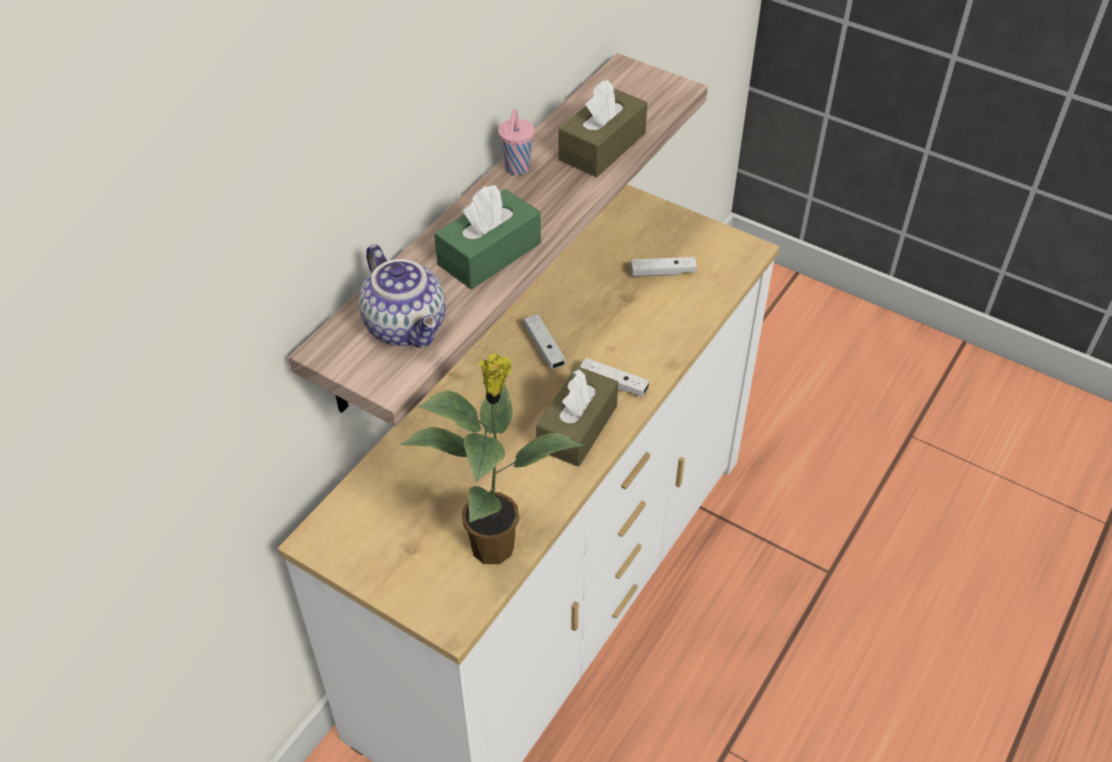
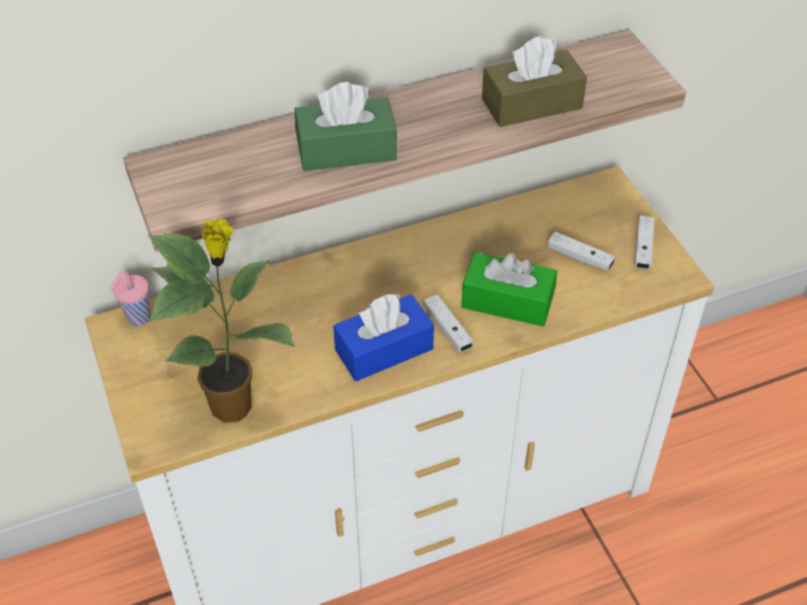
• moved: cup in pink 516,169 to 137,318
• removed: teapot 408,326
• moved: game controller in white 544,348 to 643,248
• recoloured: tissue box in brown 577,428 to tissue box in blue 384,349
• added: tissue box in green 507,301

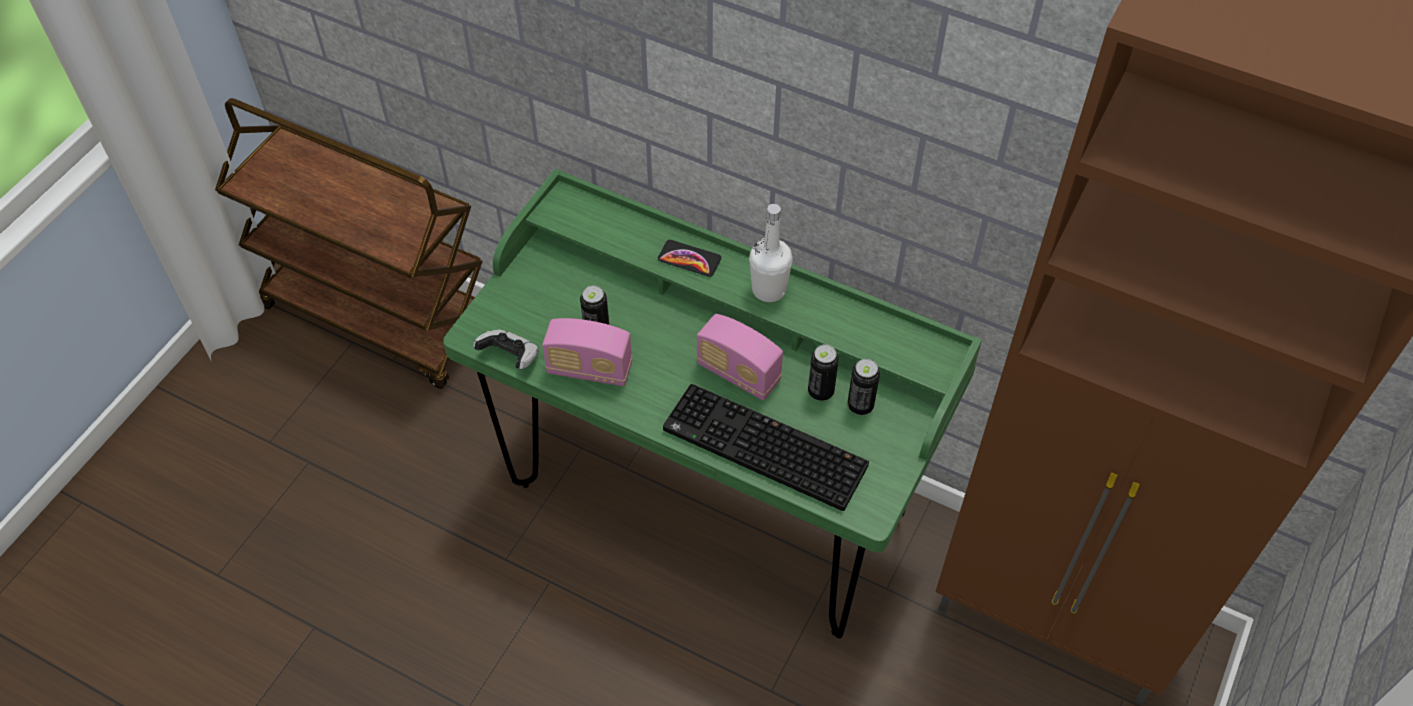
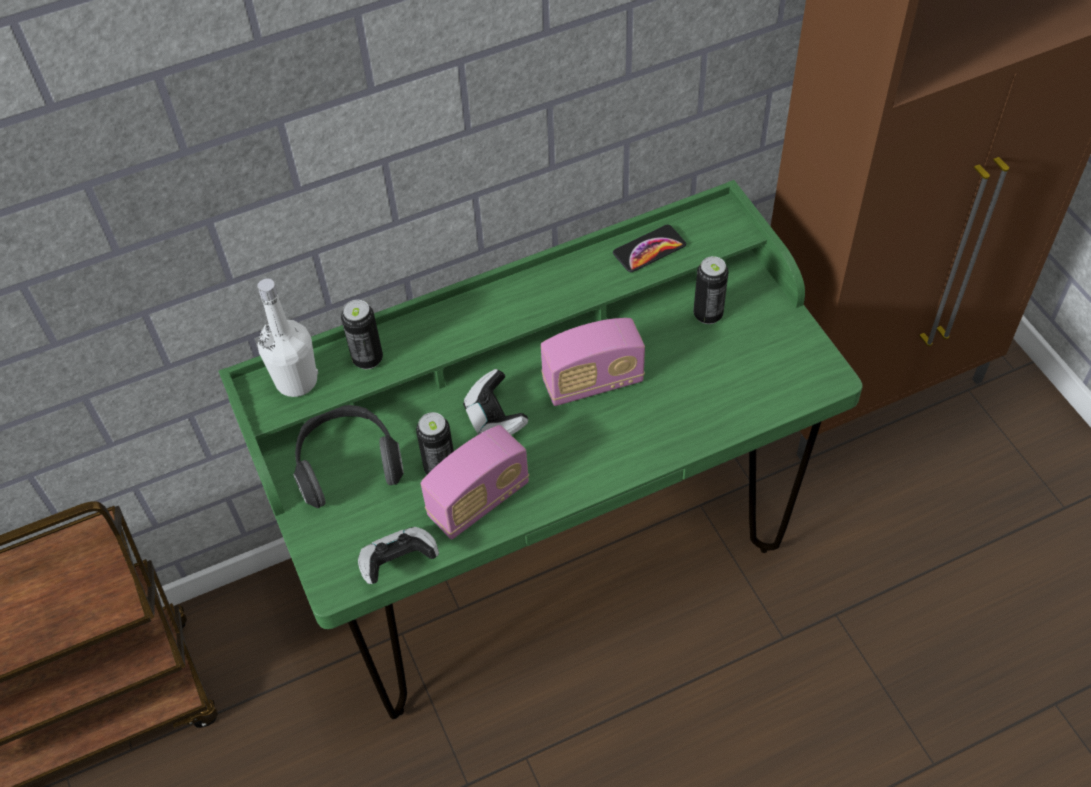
• moved: bottle in white 769,289 to 296,381
• moved: phone 689,259 to 649,249
• moved: can 820,391 to 367,359
• removed: keyboard 761,450
• added: game controller 495,419
• added: headphones 348,465

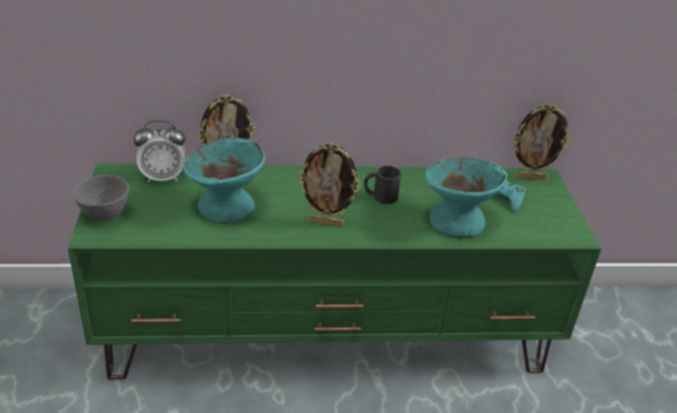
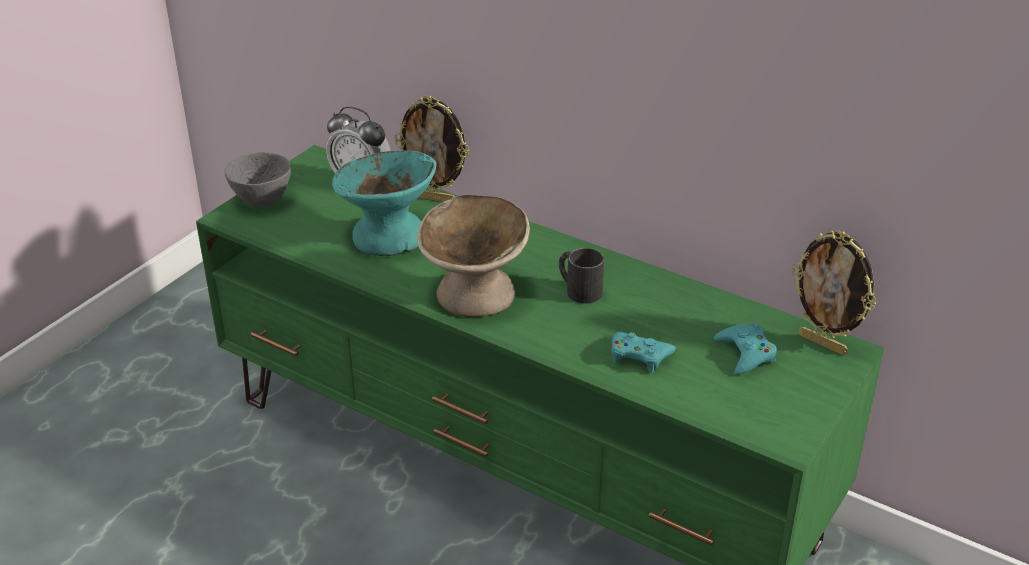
• replaced: picture frame 326,222 to bowl in beige 475,294
• replaced: bowl in turquoise 457,221 to game controller in turquoise 639,355

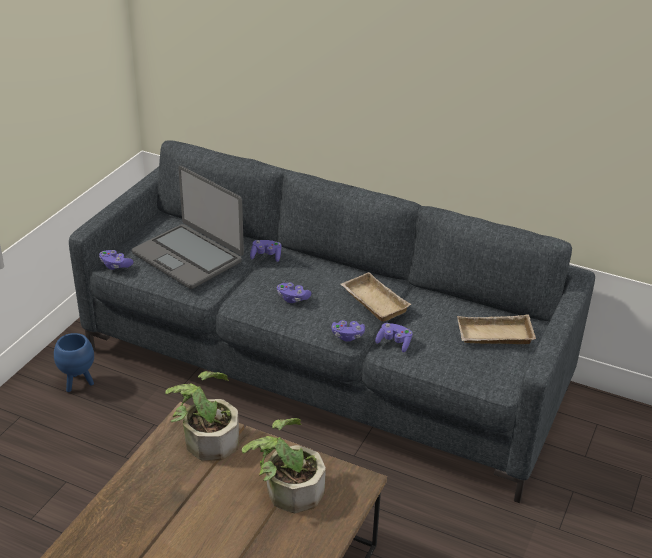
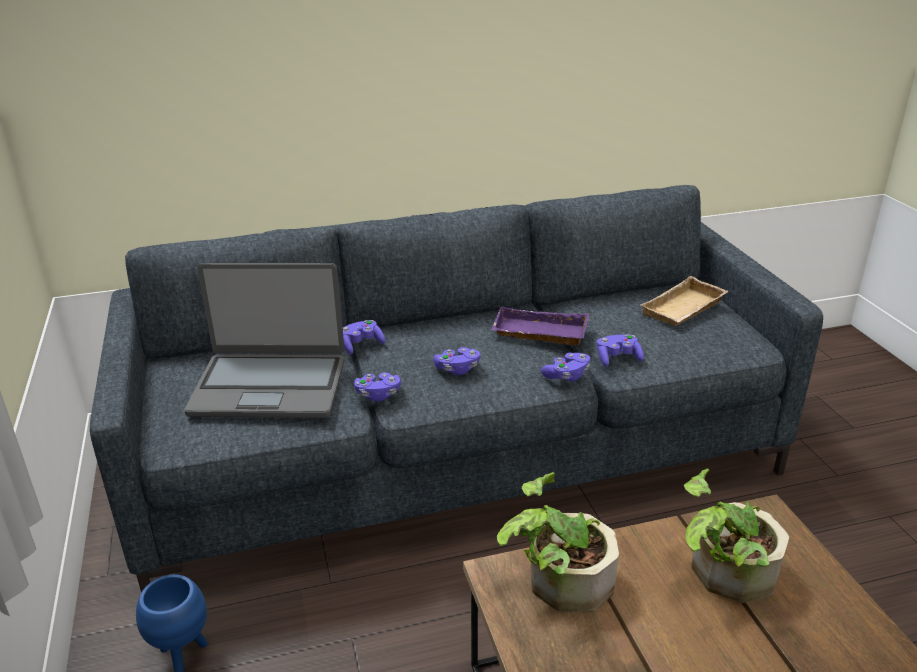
• moved: game controller in purple 115,265 to 378,395
• recoloured: tray in beige 372,302 to tray in purple 538,333

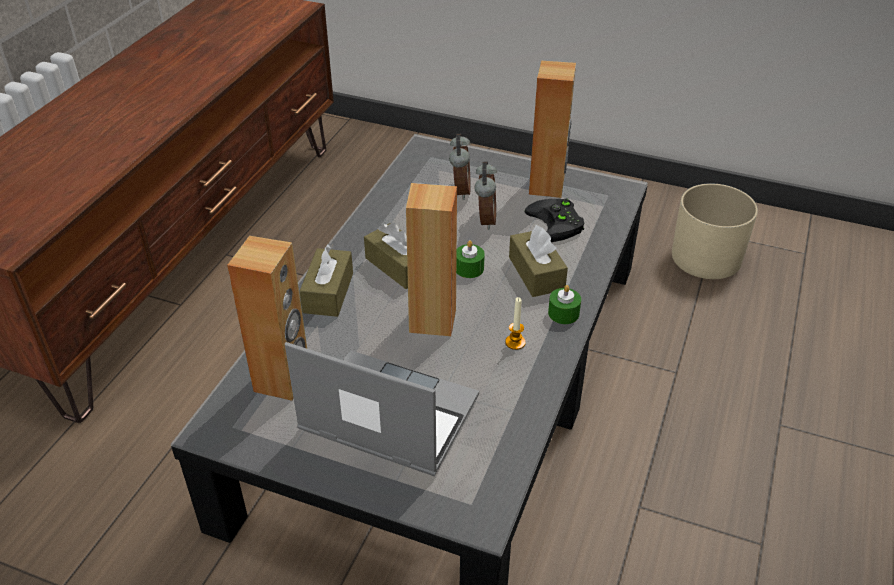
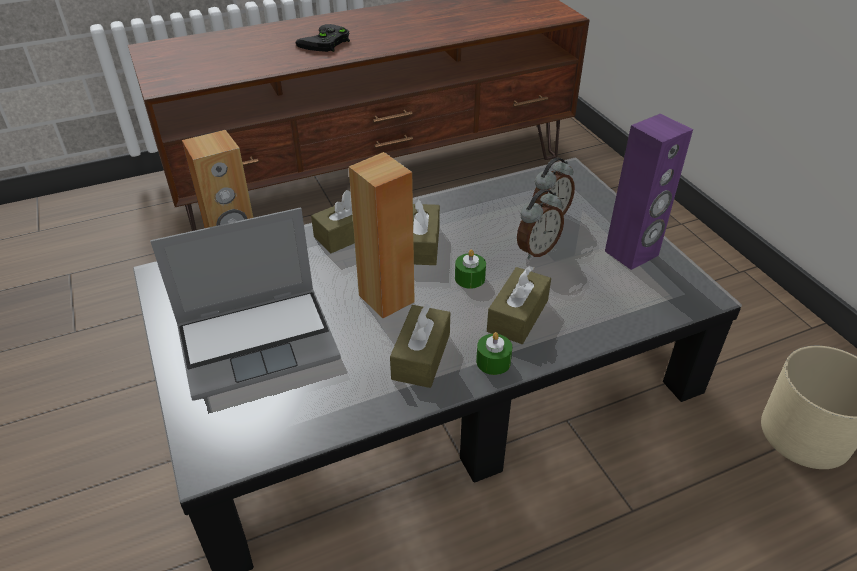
• recoloured: speaker in brown 547,186 to speaker in purple 632,253
• moved: game controller in black 558,224 to 325,43
• replaced: candle 515,342 to tissue box in brown 421,356
• turned: laptop 386,416 = 259,341 90 degrees clockwise

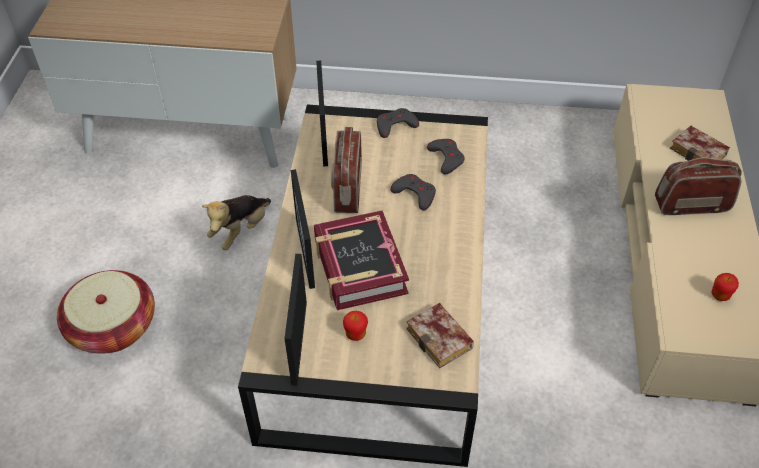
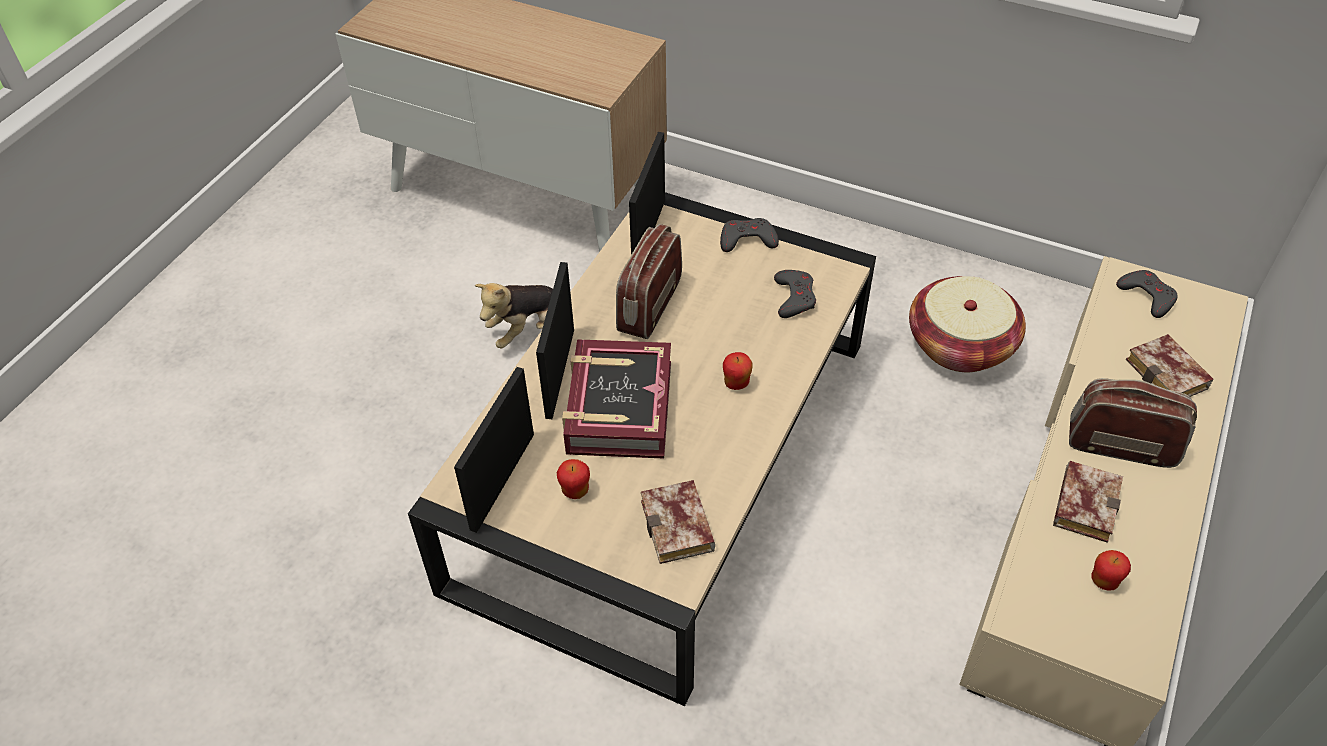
• moved: game controller in grey 414,194 to 1147,296
• moved: basket 113,327 to 960,345
• added: apple 736,384
• added: book 1083,503

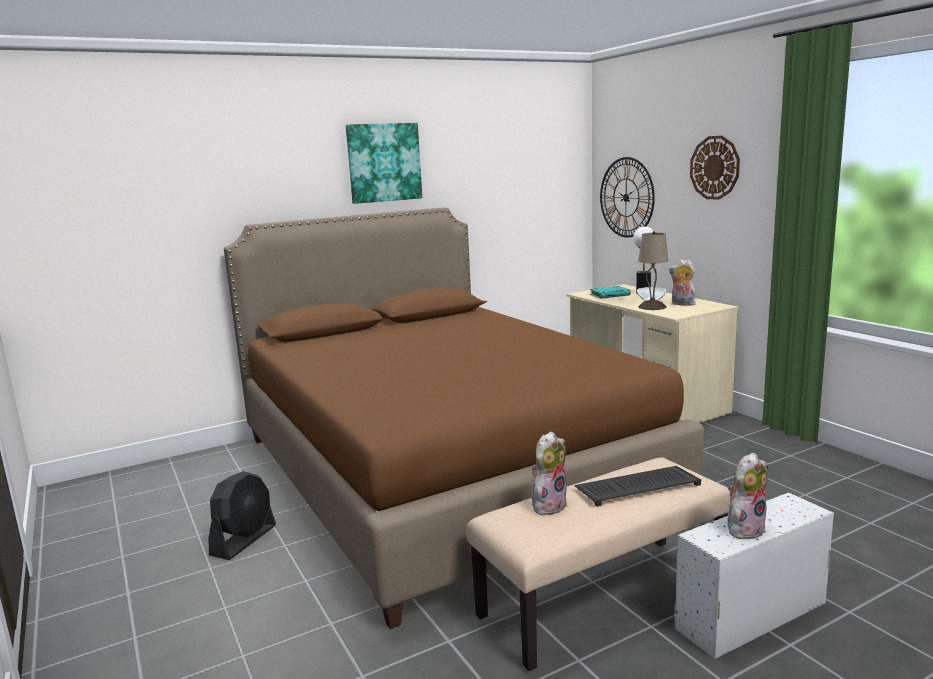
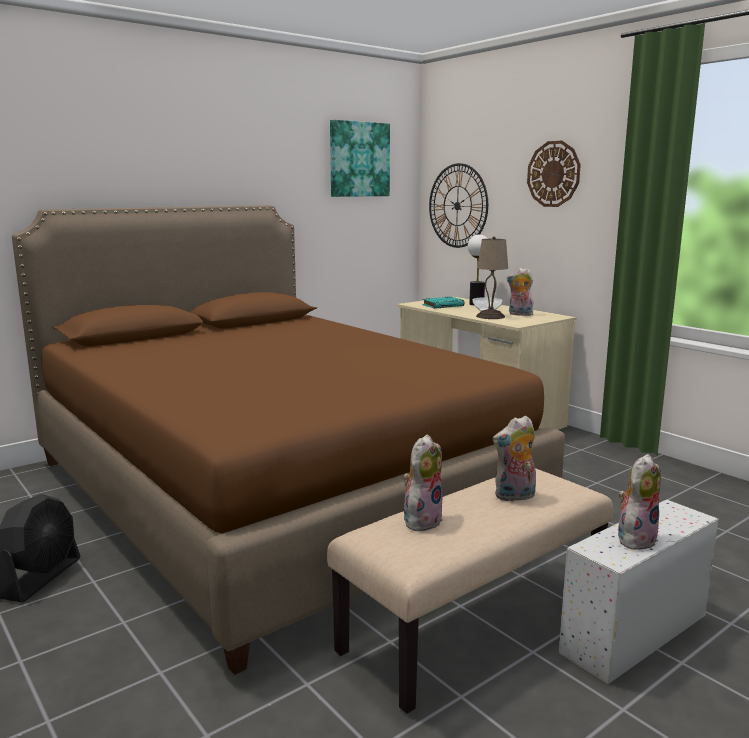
• moved: picture 384,162 to 359,159
• replaced: keyboard 638,486 to plush toy 515,496

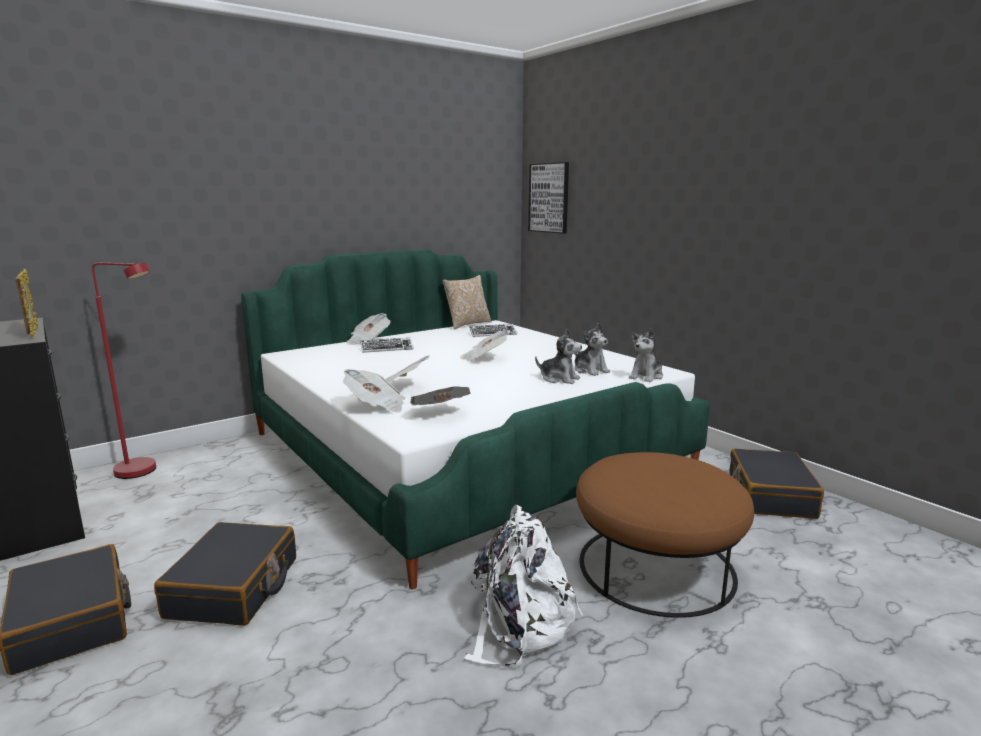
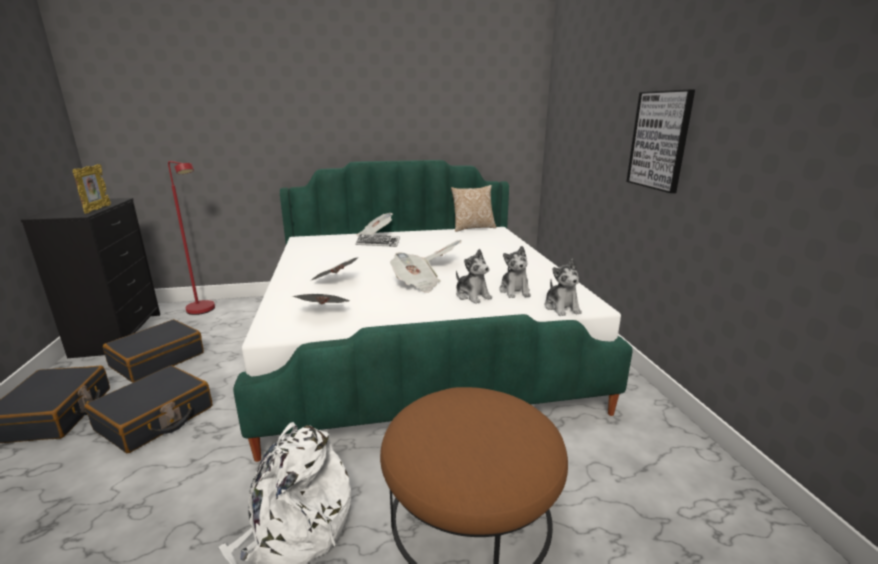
• moved: picture 549,198 to 659,140
• removed: keyboard 493,333
• turned: plush toy 646,376 = 561,307 75 degrees counterclockwise
• moved: newspaper 376,406 to 416,284
• moved: suitcase in black 769,495 to 157,359

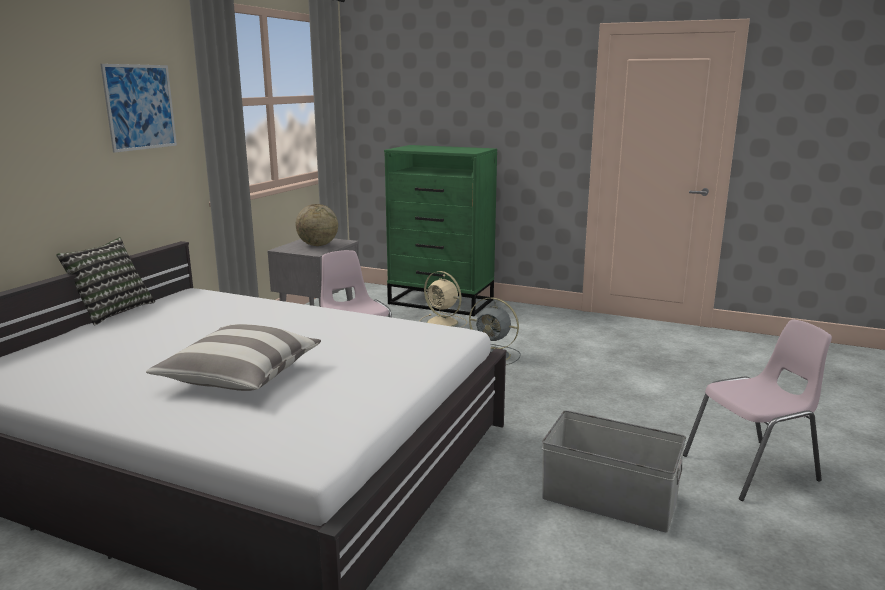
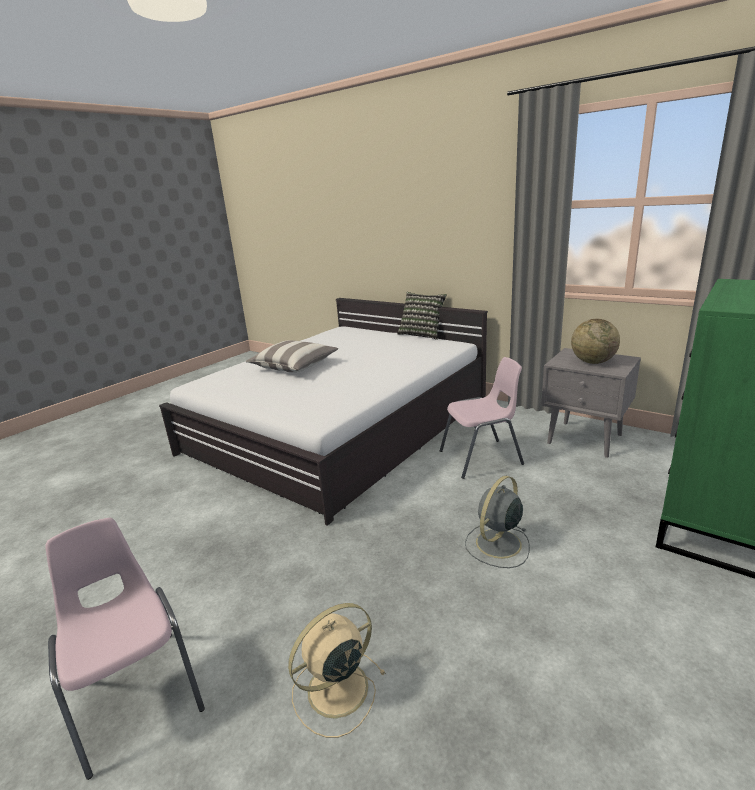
• removed: picture 140,107
• moved: fan in beige 443,323 to 335,690
• turned: chair in pink 752,469 = 137,693 150 degrees clockwise
• removed: storage box in grey 609,500

